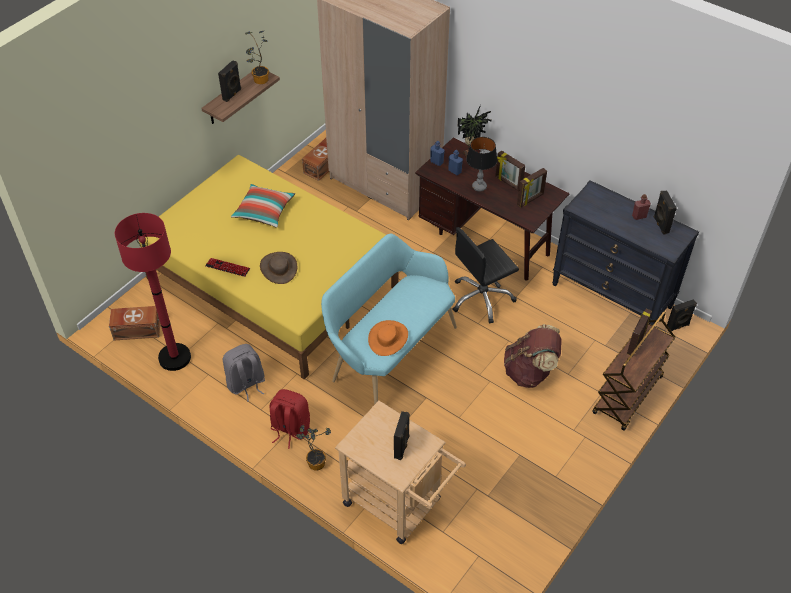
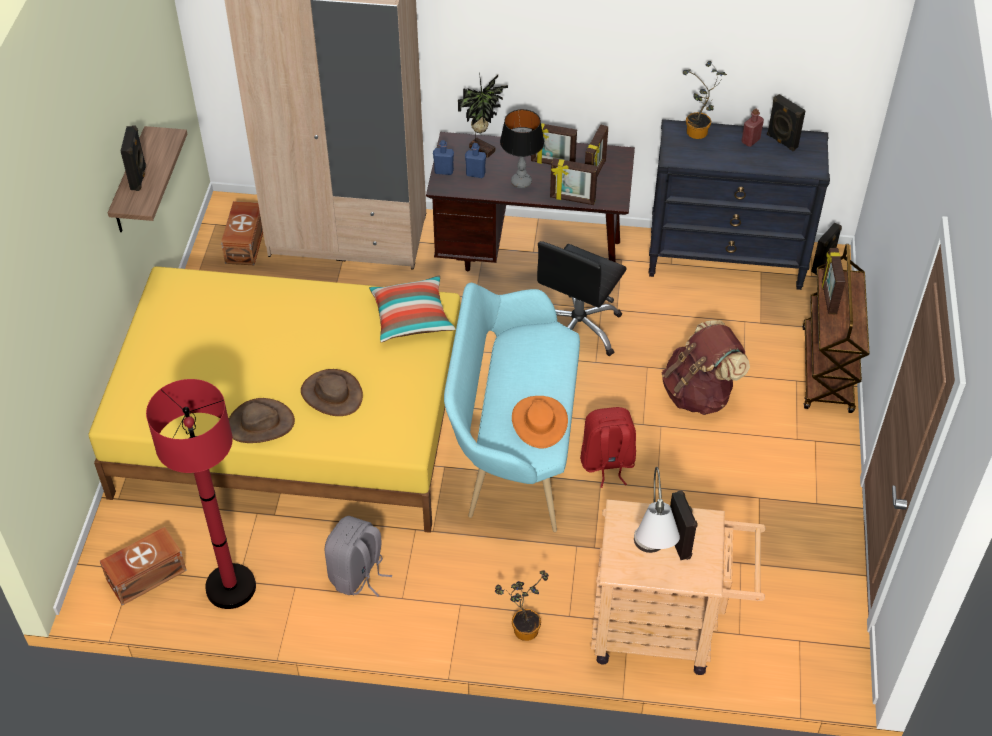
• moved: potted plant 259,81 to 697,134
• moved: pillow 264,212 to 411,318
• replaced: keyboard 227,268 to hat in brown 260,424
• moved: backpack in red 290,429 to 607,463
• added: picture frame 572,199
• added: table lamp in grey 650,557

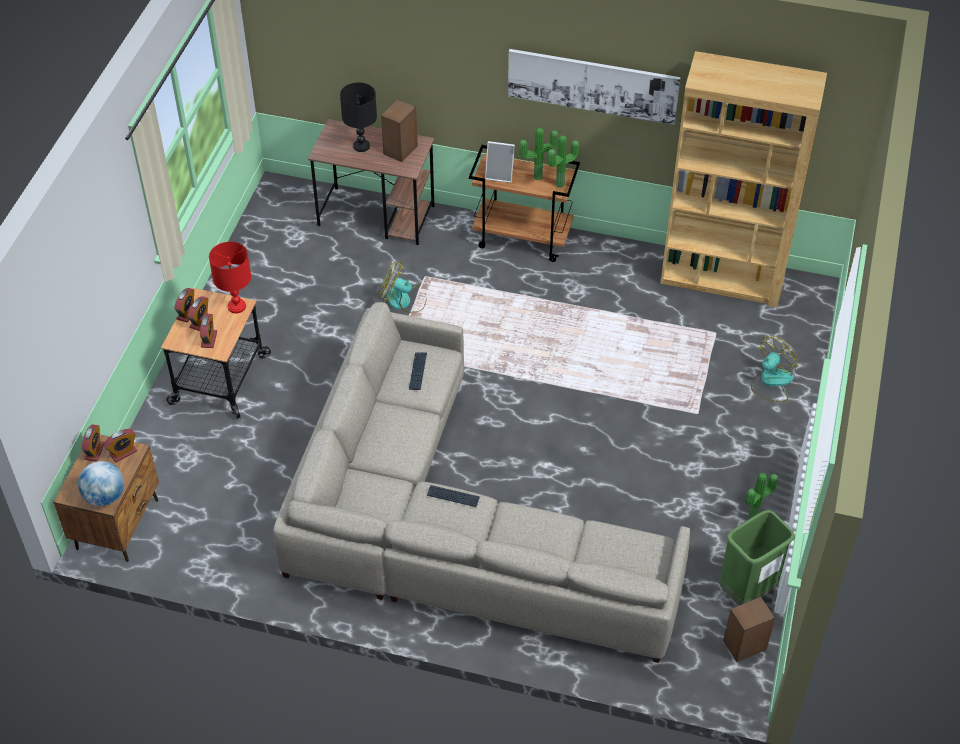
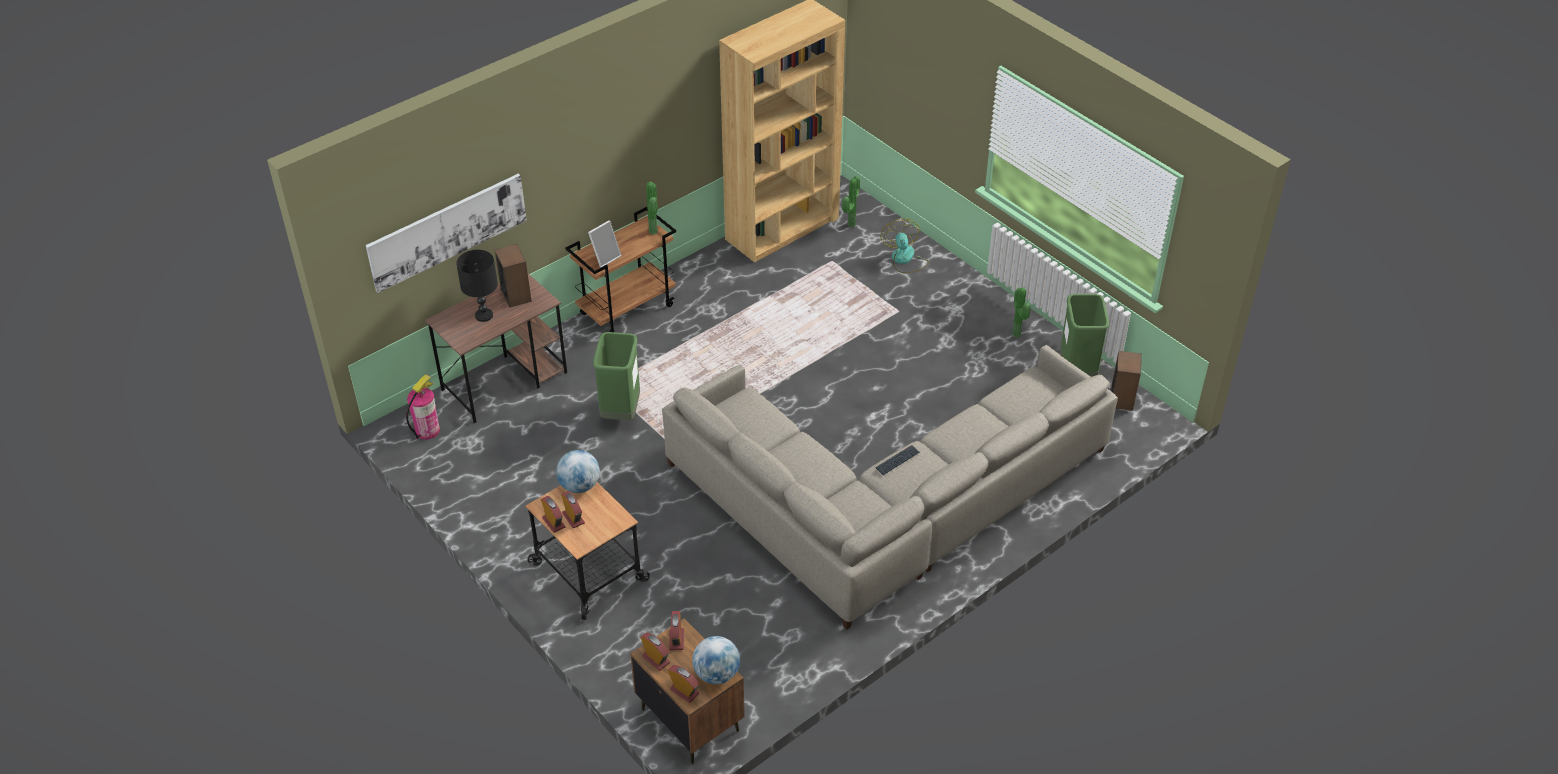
• moved: picture 592,85 to 447,231
• moved: potted plant 537,176 to 850,224
• replaced: table lamp in red 237,306 to globe 579,486
• replaced: fan 404,301 to trash can in green 621,411
• moved: alarm clock 209,339 to 684,691
• removed: keyboard 418,371
• added: fire extinguisher 427,430

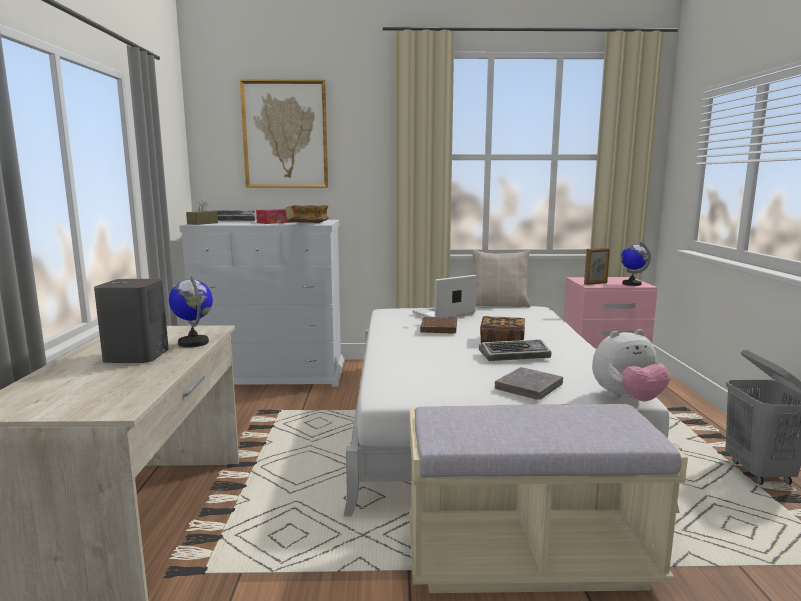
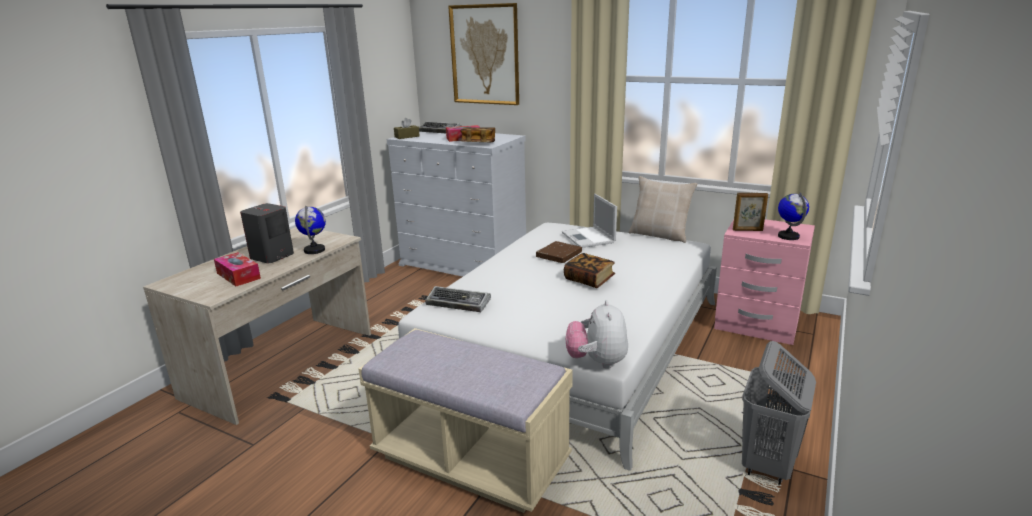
• turned: laptop 443,314 = 588,238 105 degrees counterclockwise
• turned: plush toy 627,399 = 597,362 75 degrees clockwise
• moved: keyboard 515,355 to 459,303
• removed: book in grey 529,388
• added: tissue box 238,276

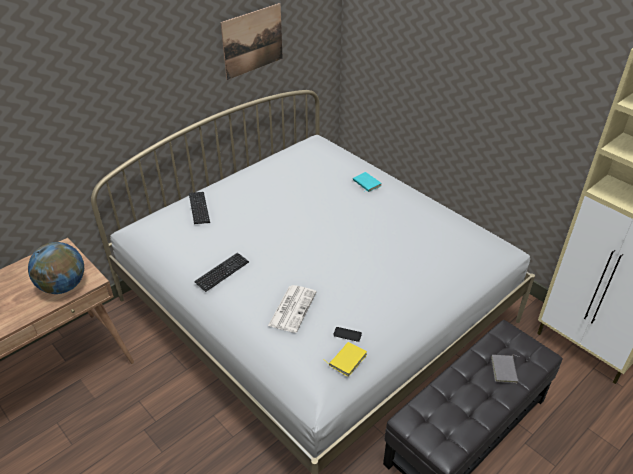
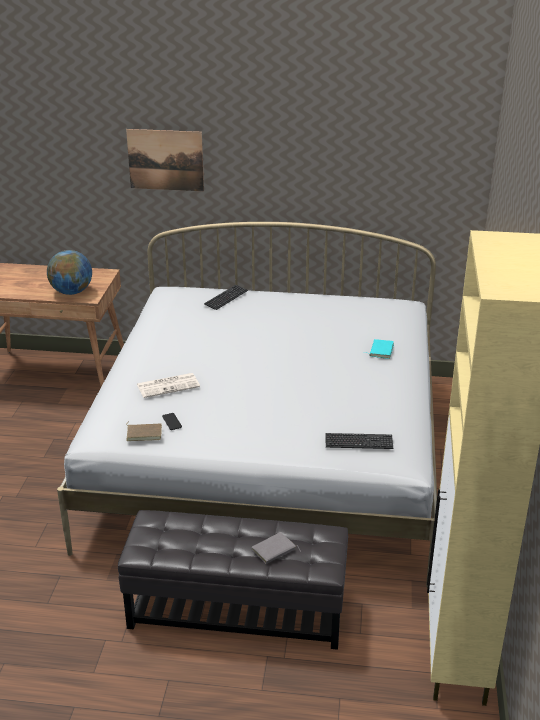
• moved: picture 253,41 to 165,160
• moved: keyboard 222,272 to 358,442
• recoloured: book in yellow 347,359 to book in brown 144,433

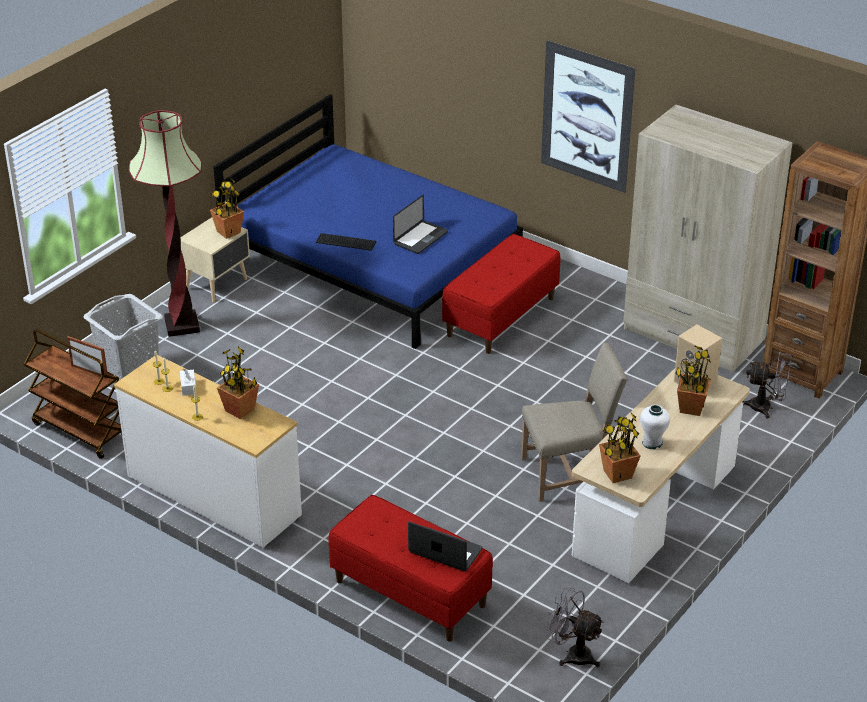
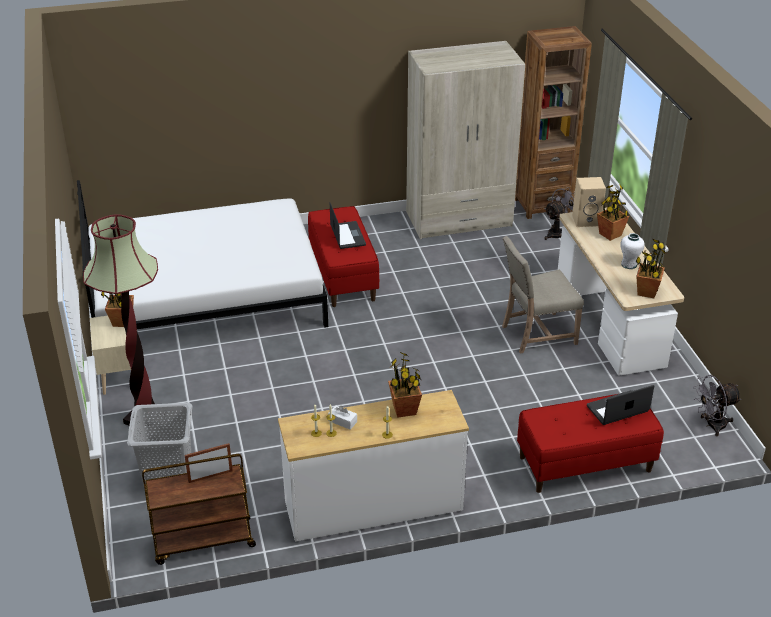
• removed: picture 587,116
• recoloured: bed in blue 371,263 to bed in white 205,295
• moved: laptop 420,238 to 347,236
• removed: keyboard 345,241
• turned: chair in beige 569,473 = 536,334 135 degrees counterclockwise

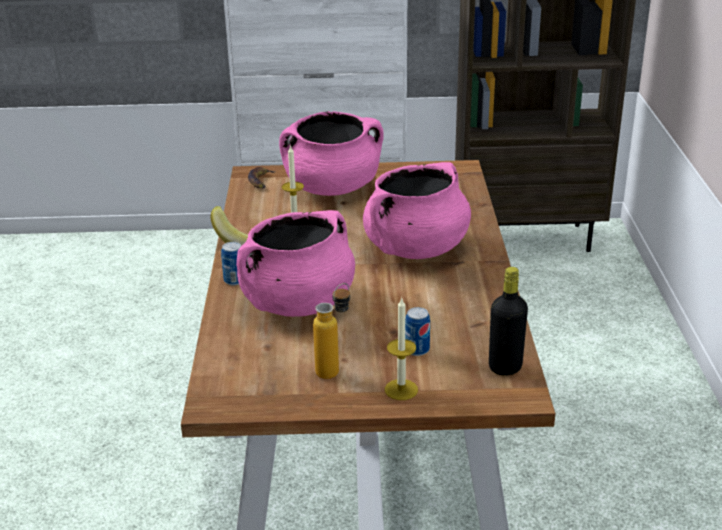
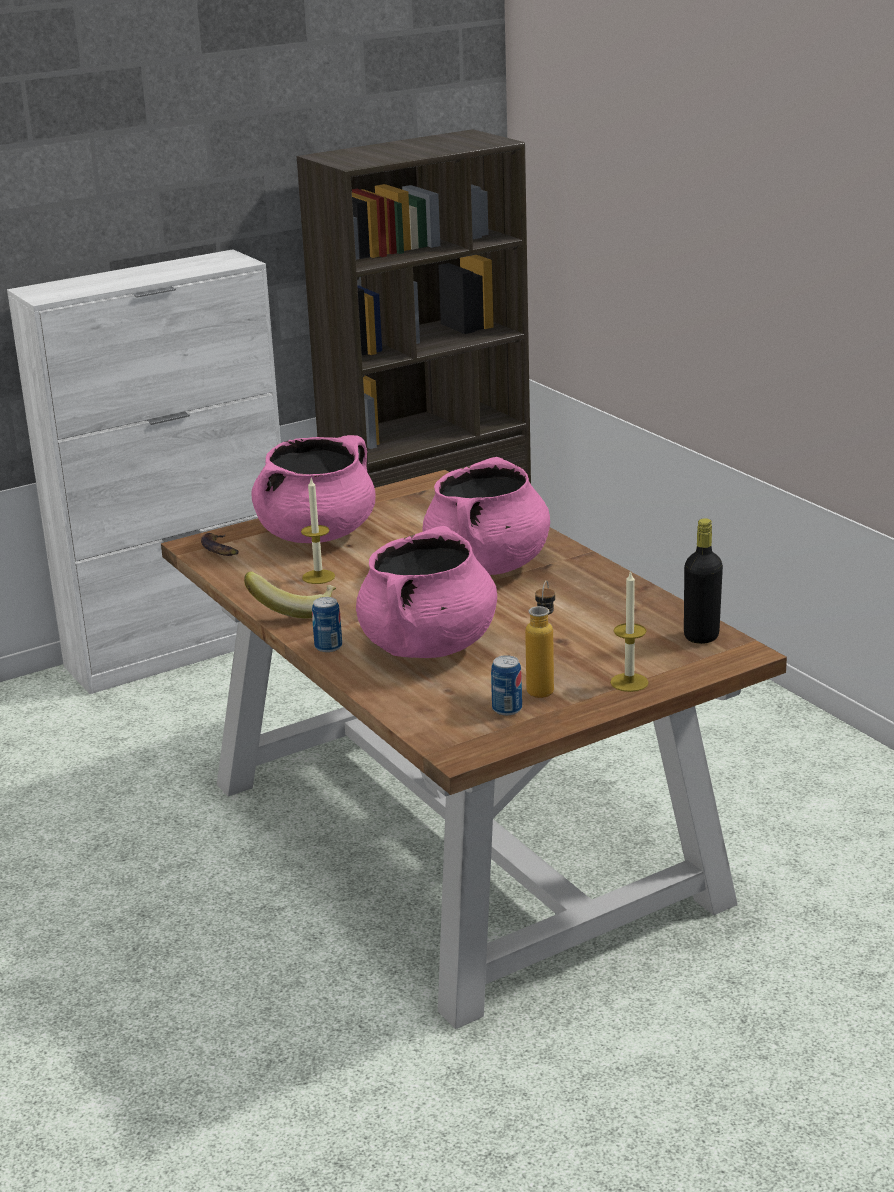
• moved: can 417,350 to 507,709

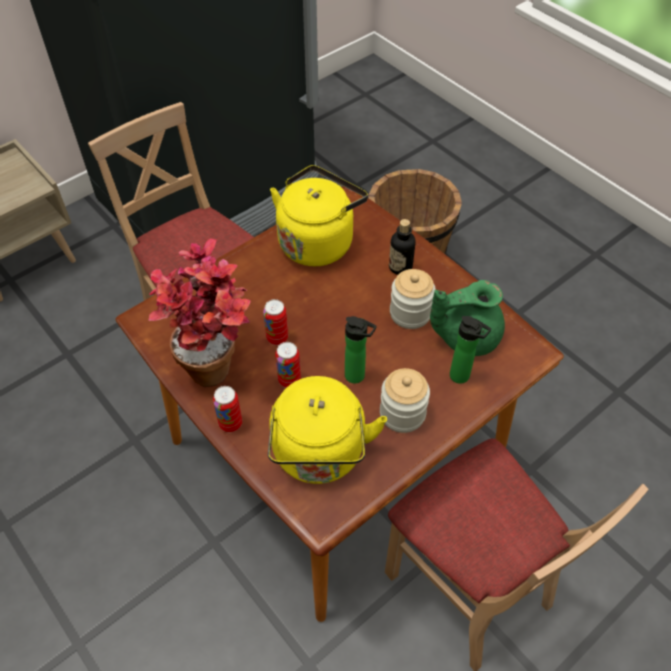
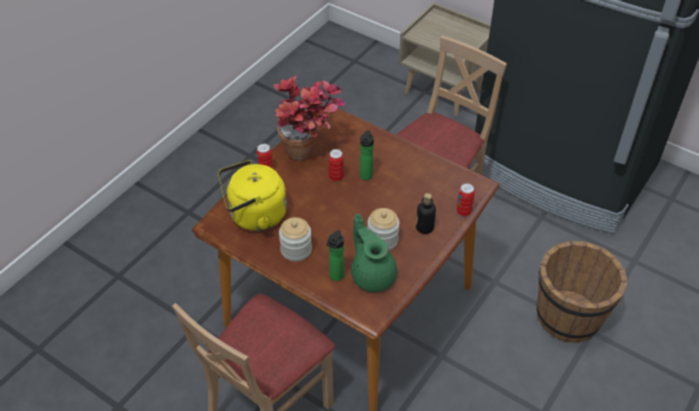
• removed: kettle in yellow 318,241
• moved: bottle 357,377 to 365,177
• moved: can 289,380 to 463,211

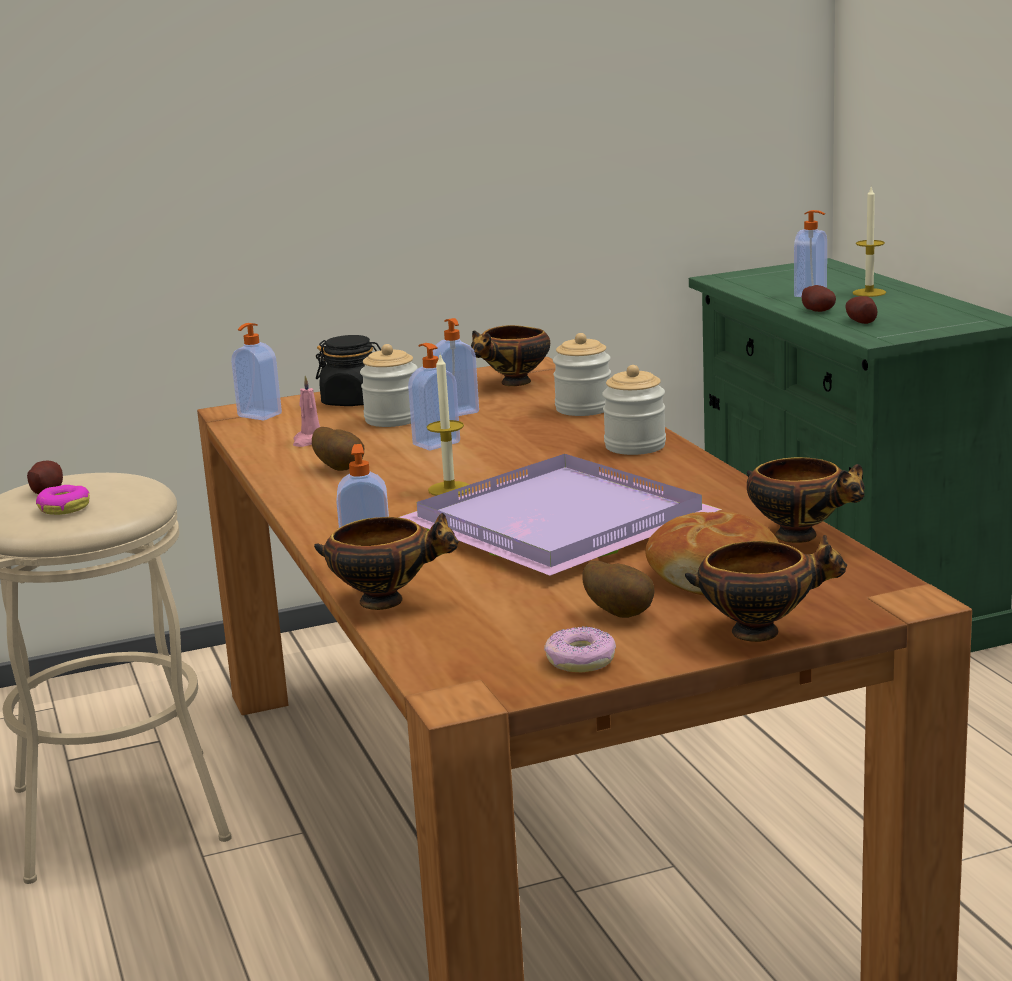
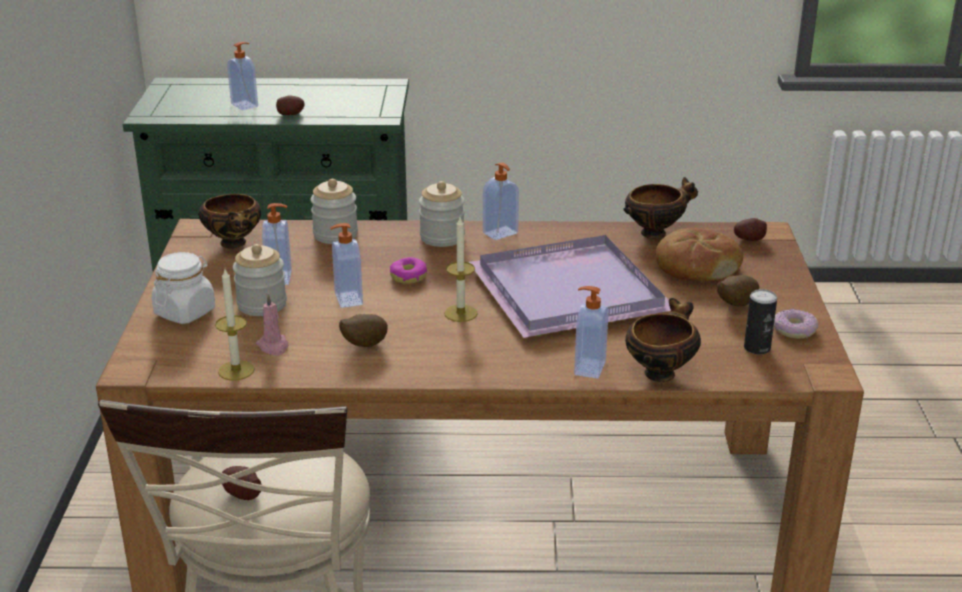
• moved: candle 869,293 to 236,370
• moved: potato 861,321 to 749,239
• moved: soap dispenser 258,415 to 501,233
• recoloured: jar in black 353,401 to jar in white 185,312
• moved: donut 64,508 to 408,276
• removed: bowl 761,631
• added: can 757,348

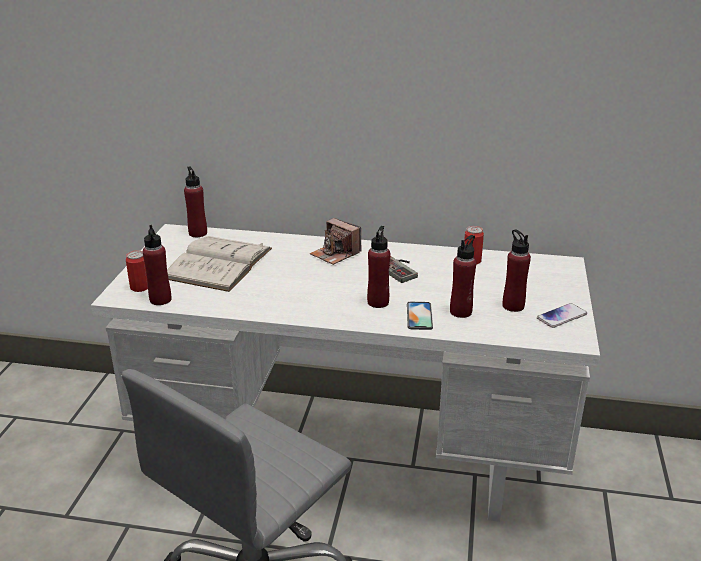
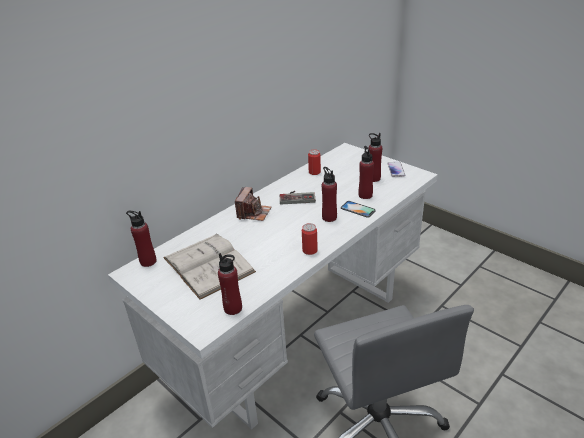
• turned: photo camera 335,254 = 253,213 60 degrees counterclockwise
• moved: can 140,287 to 310,250

